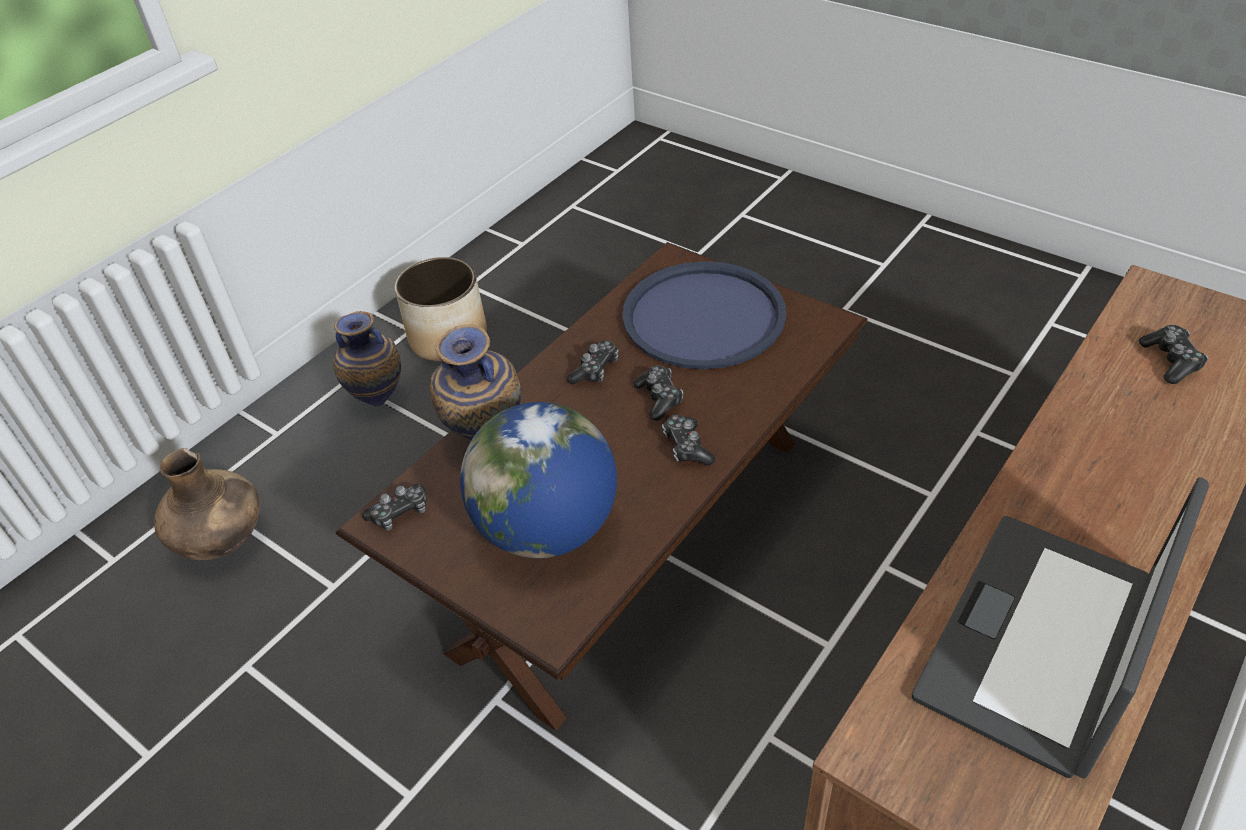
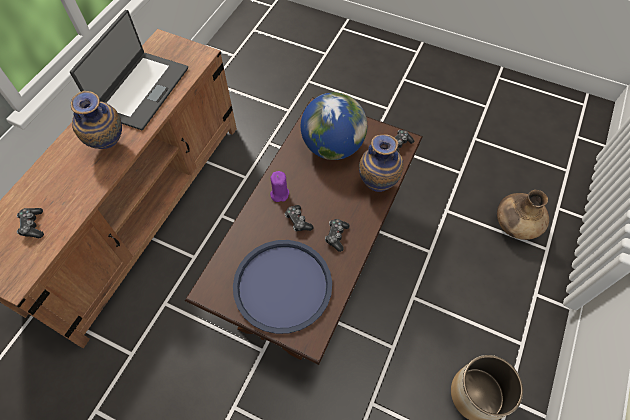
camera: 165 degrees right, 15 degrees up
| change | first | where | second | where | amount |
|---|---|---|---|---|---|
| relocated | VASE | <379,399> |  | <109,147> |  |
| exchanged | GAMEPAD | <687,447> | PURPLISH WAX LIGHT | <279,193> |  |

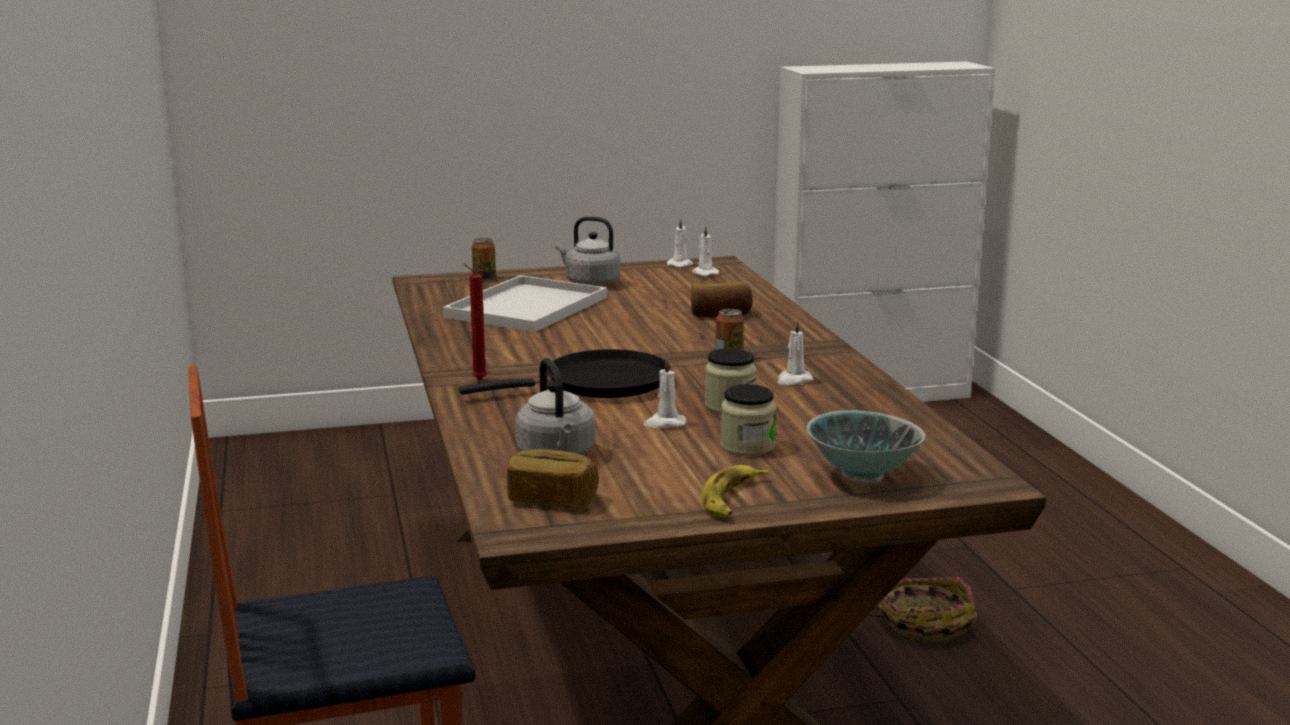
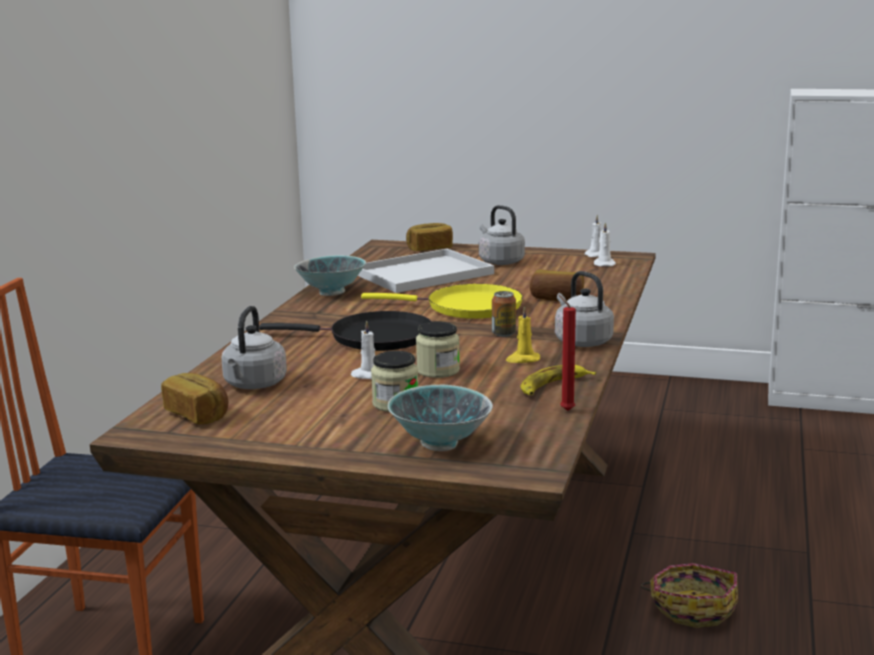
camera: 30 degrees right, 0 degrees up
| change | first | where | second | where | amount |
|---|---|---|---|---|---|
| exchanged | SEALED CAN | <484,279> | BAKED BREAD | <429,249> |  |
| relocated | RED-COLOURED WAX LIGHT | <477,379> |  | <565,410> |  |
| colour | WHITE WAX LIGHT | <793,380> | YELLOW WAX LIGHT | <522,359> |  |
| relocated | BANANA | <732,499> |  | <553,386> |  |
| appeared |  |  | BOWL | <332,293> |  |
| appeared |  |  | GRAY KETTLE | <581,341> |  |
| appeared |  |  | YELLOW SKILLET | <467,307> |  |

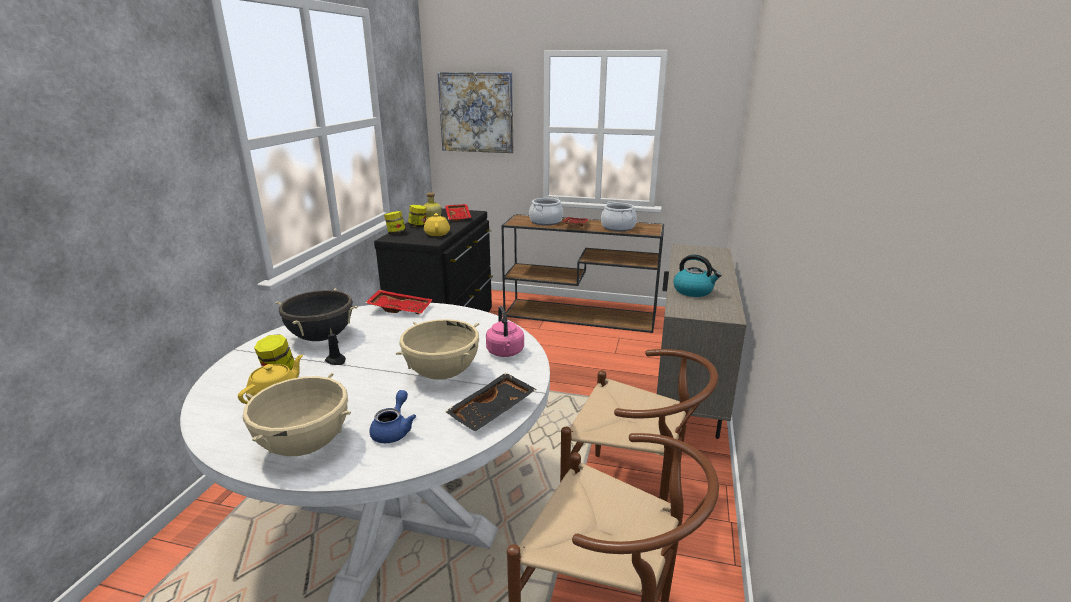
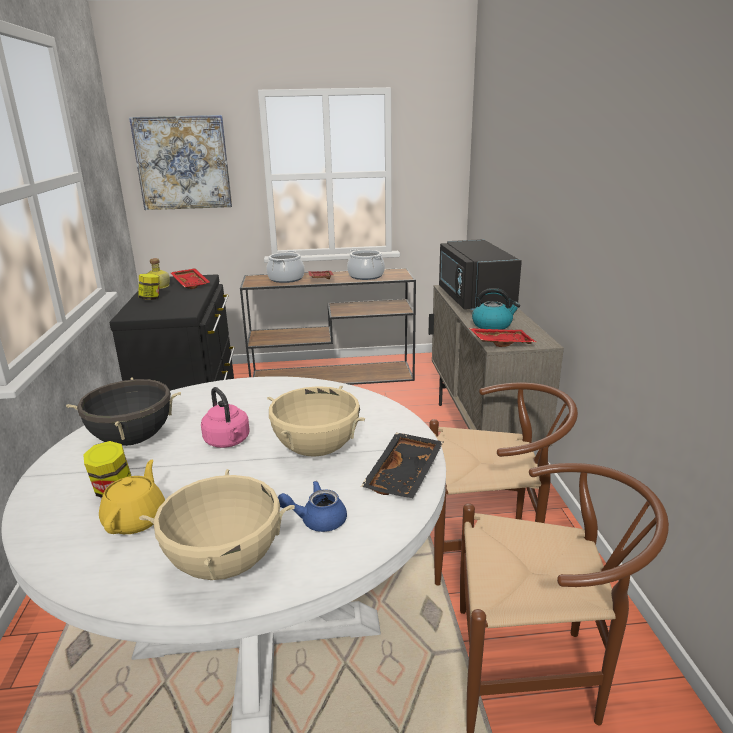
camera: 20 degrees left, 0 degrees up
| change | first | where | second | where | amount |
|---|---|---|---|---|---|
| missing | PRESERVE JAR | <396,233> |  |  |  |
| missing | YELLOW POT FOR TEA | <437,233> |  |  |  |
| relocated | RED-COLOURED TRAY | <400,308> |  | <501,343> |  |
| relocated | PINK-COLOURED KETTLE | <505,353> |  | <228,442> |  |
| missing | BLACK WAX LIGHT | <336,361> |  |  |  |
| spun | BLUE-COLOURED POT FOR TEA | <394,430> |  | <316,520> | 90 degrees counterclockwise |
| appeared |  |  | BLACK MICROWAVE | <473,300> |  |

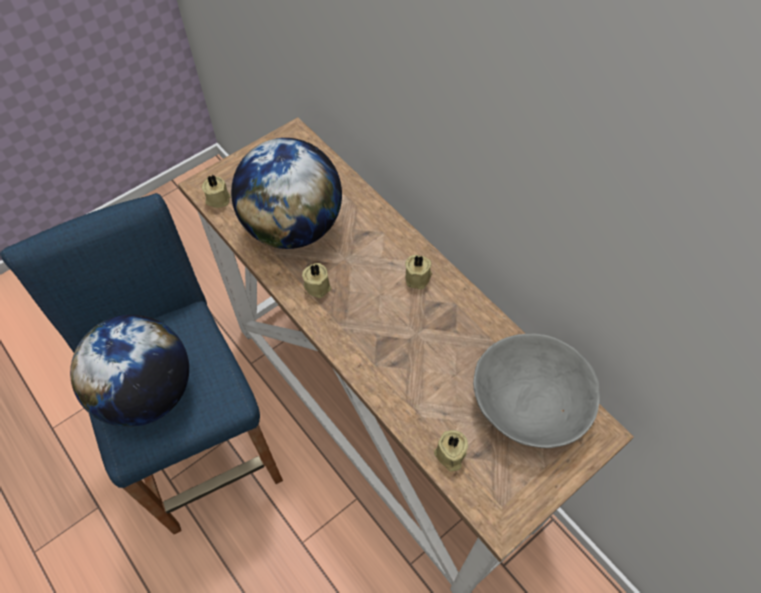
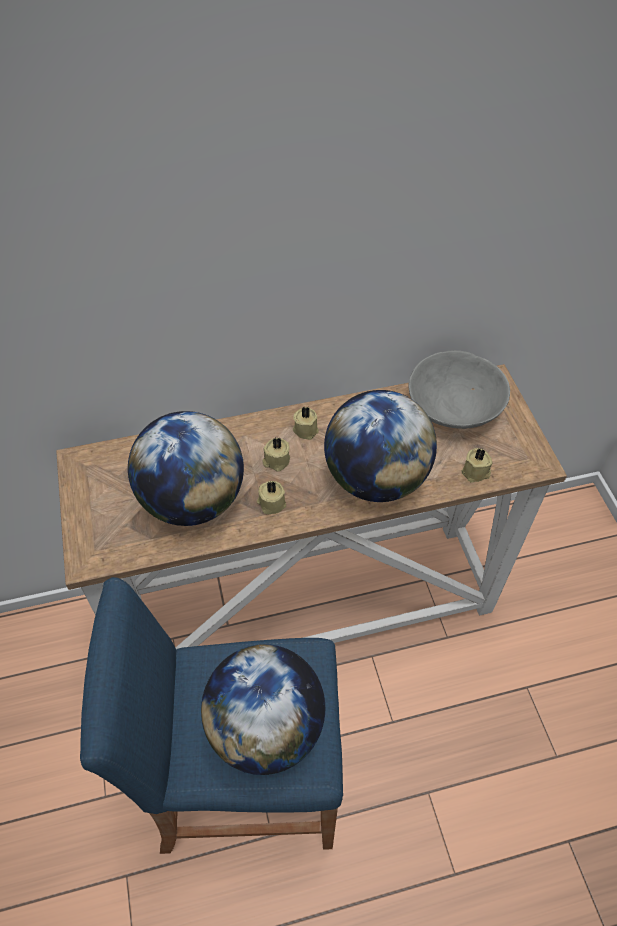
camera: 65 degrees left, 5 degrees down
| change | first | where | second | where | amount |
|---|---|---|---|---|---|
| relocated | BEIGE-COLOURED WAX LIGHT | <217,198> |  | <276,461> |  |
| appeared |  |  | GLOBE | <375,478> |  |

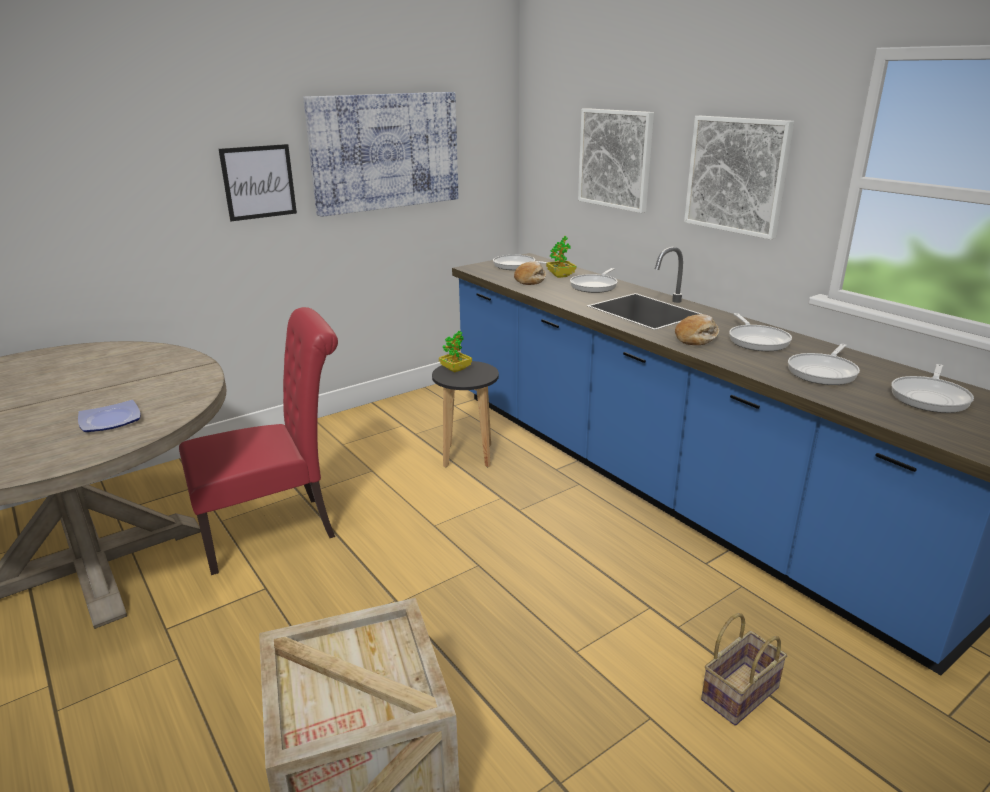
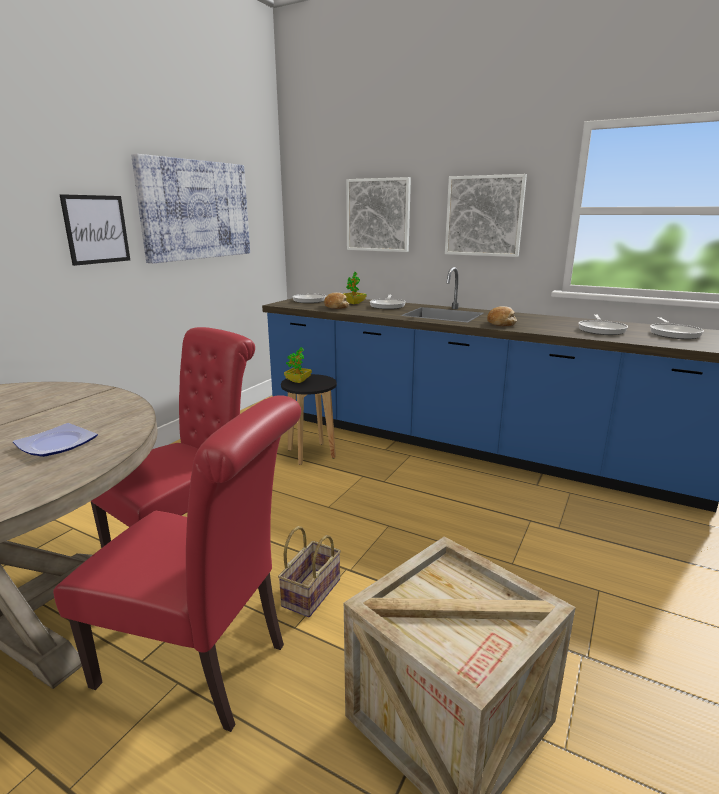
camera: 25 degrees left, 5 degrees down
| change | first | where | second | where | amount |
|---|---|---|---|---|---|
| missing | SKILLET | <757,340> |  |  |  |
| relocated | BASKET | <739,691> |  | <311,591> |  |
| appeared |  |  | RED-COLOURED PLAIN CHAIR | <202,666> |  |

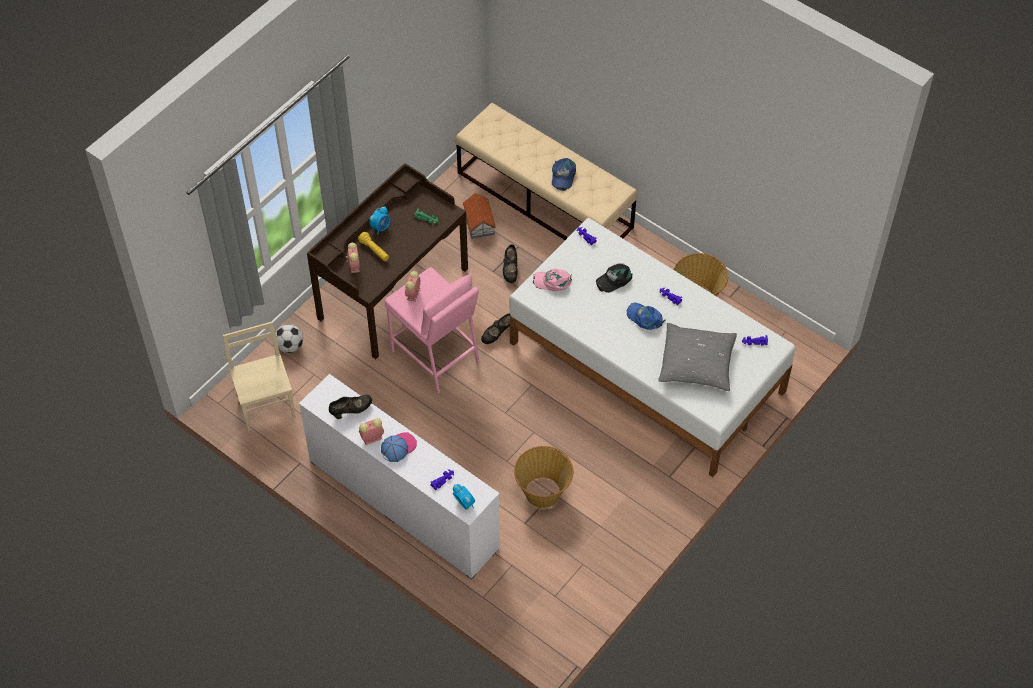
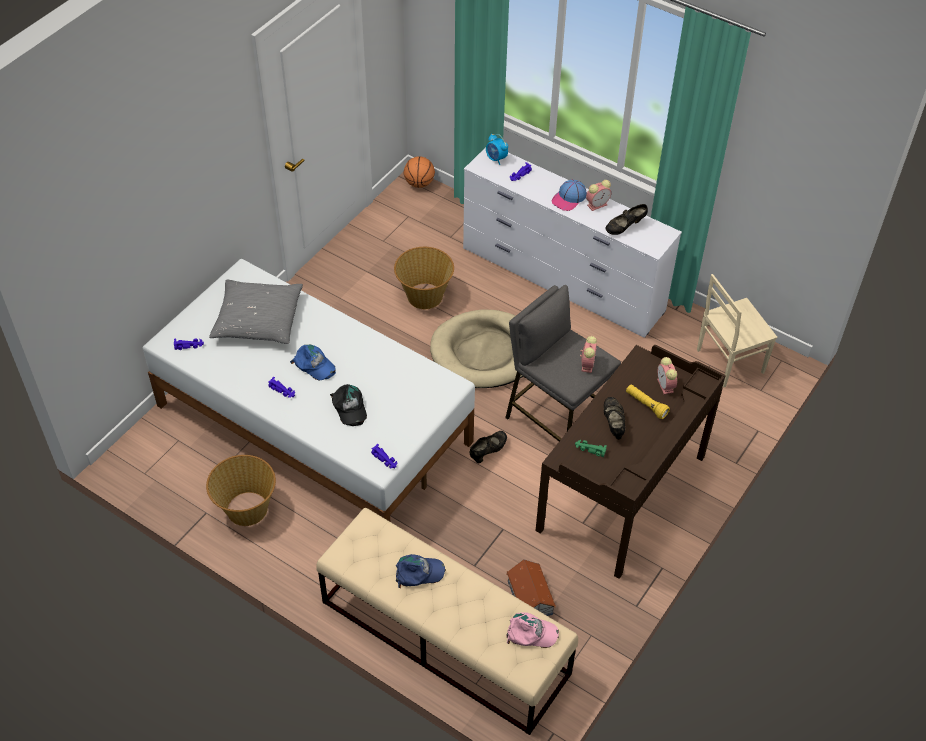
camera: 175 degrees right, 5 degrees down
| change | first | where | second | where | amount |
|---|---|---|---|---|---|
| spun | BLUE-COLOURED PEAKED CAP | <563,176> |  | <419,573> | 75 degrees clockwise |
| missing | TABLE CLOCK | <381,227> |  |  |  |
| relocated | BLACK ITEM OF FOOTWEAR | <510,270> |  | <613,423> |  |
| spun | BLACK PEAKED CAP | <614,279> |  | <349,407> | 105 degrees clockwise |
| colour | PINK-COLOURED STOOL | <435,357> | GRAY STOOL | <556,421> |  |
| relocated | PINK-COLOURED PEAKED CAP | <552,281> |  | <531,633> |  |
| spun | BEIGE-COLOURED PLAIN CHAIR | <267,405> |  | <728,361> | 90 degrees clockwise |
| missing | FOOTBALL | <290,346> |  |  |  |
| appeared |  |  | BASKETBALL BALL | <419,183> |  |
| appeared |  |  | BEIGE-COLOURED DOG CUSHION | <485,352> |  |

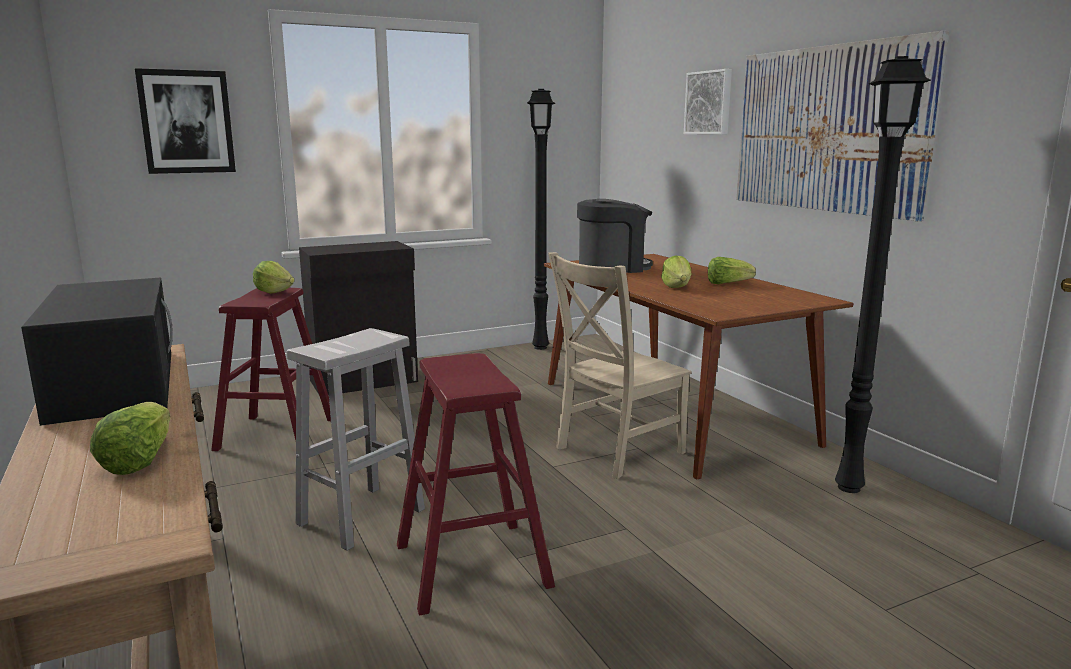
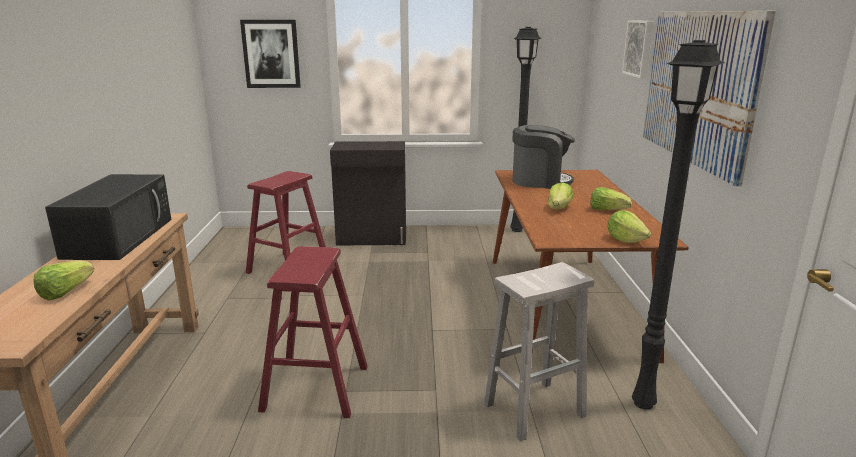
camera: 25 degrees right, 5 degrees up
| change | first | where | second | where | amount |
|---|---|---|---|---|---|
| missing | BEIGE-COLOURED PLAIN CHAIR | <615,451> |  |  |  |
| relocated | LETTUCE | <274,292> |  | <625,240> |  |
| relocated | WHITE STOOL | <362,516> |  | <535,409> |  |

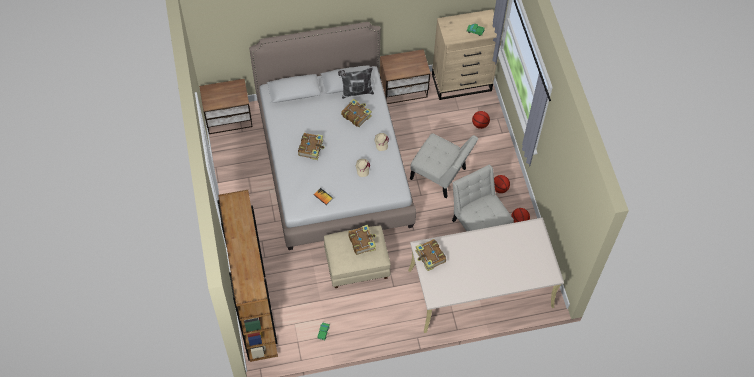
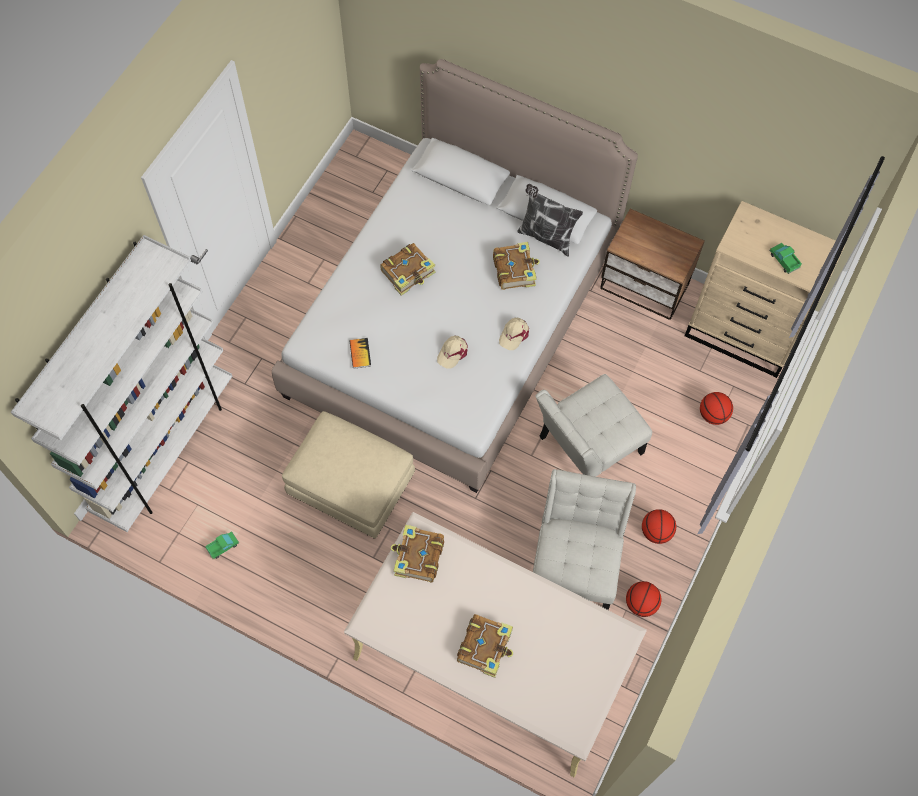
camera: 40 degrees right, 5 degrees up
| change | first | where | second | where | amount |
|---|---|---|---|---|---|
| missing | NIGHTSTAND | <229,120> |  |  |  |
| spun | WHITE PLAIN CHAIR | <440,175> |  | <586,448> | 75 degrees clockwise |
| colour | BROWNISH SHELVING UNIT | <255,311> | WHITE SHELVING UNIT | <165,448> |  |
| relocated | VOLUME | <362,242> |  | <485,646> |  |

